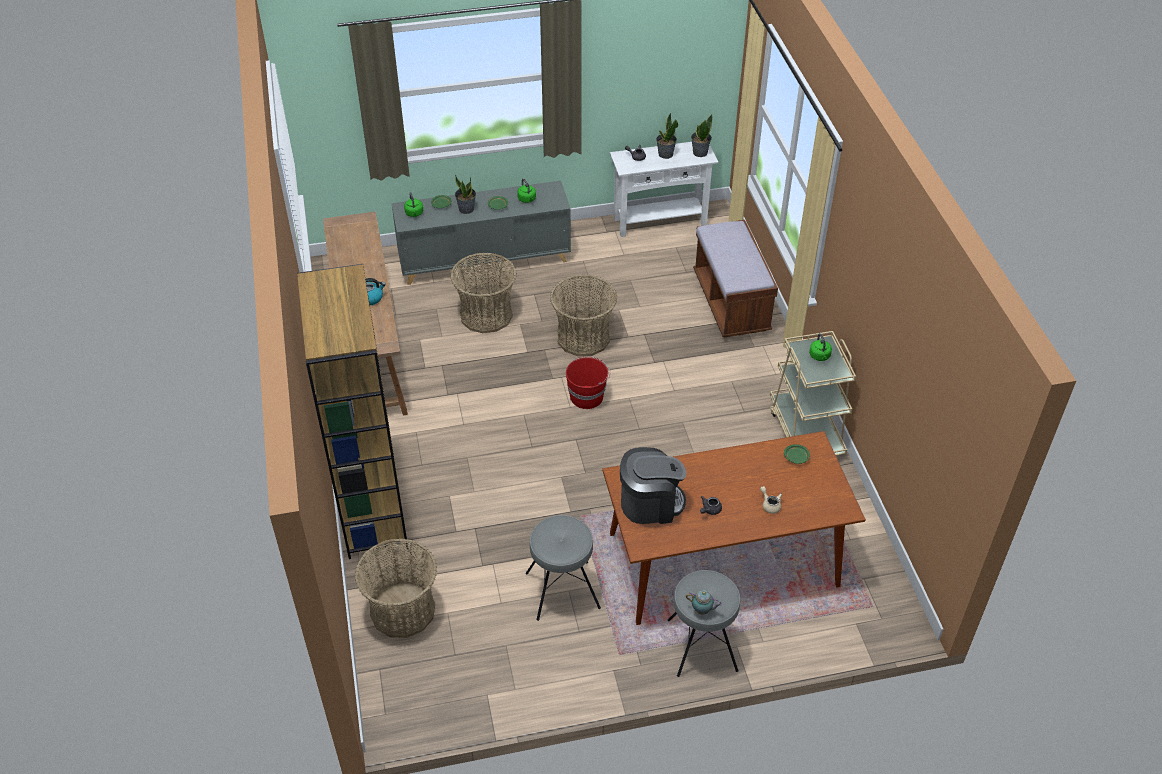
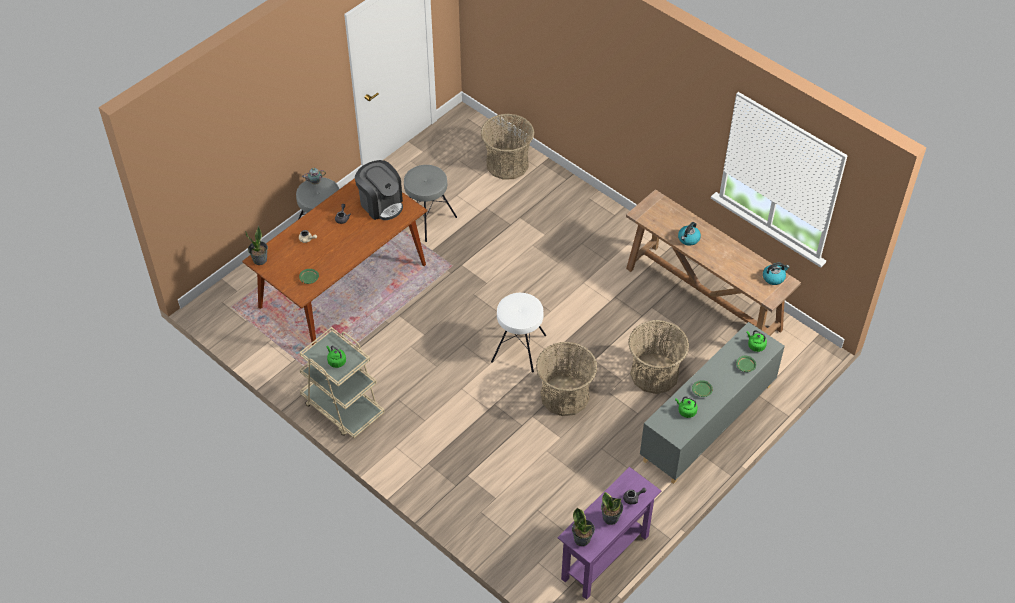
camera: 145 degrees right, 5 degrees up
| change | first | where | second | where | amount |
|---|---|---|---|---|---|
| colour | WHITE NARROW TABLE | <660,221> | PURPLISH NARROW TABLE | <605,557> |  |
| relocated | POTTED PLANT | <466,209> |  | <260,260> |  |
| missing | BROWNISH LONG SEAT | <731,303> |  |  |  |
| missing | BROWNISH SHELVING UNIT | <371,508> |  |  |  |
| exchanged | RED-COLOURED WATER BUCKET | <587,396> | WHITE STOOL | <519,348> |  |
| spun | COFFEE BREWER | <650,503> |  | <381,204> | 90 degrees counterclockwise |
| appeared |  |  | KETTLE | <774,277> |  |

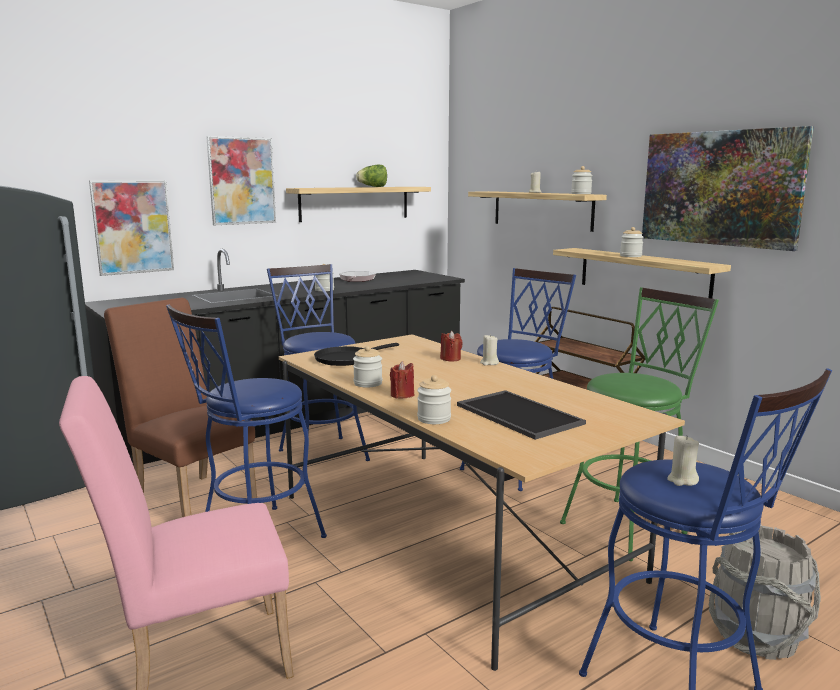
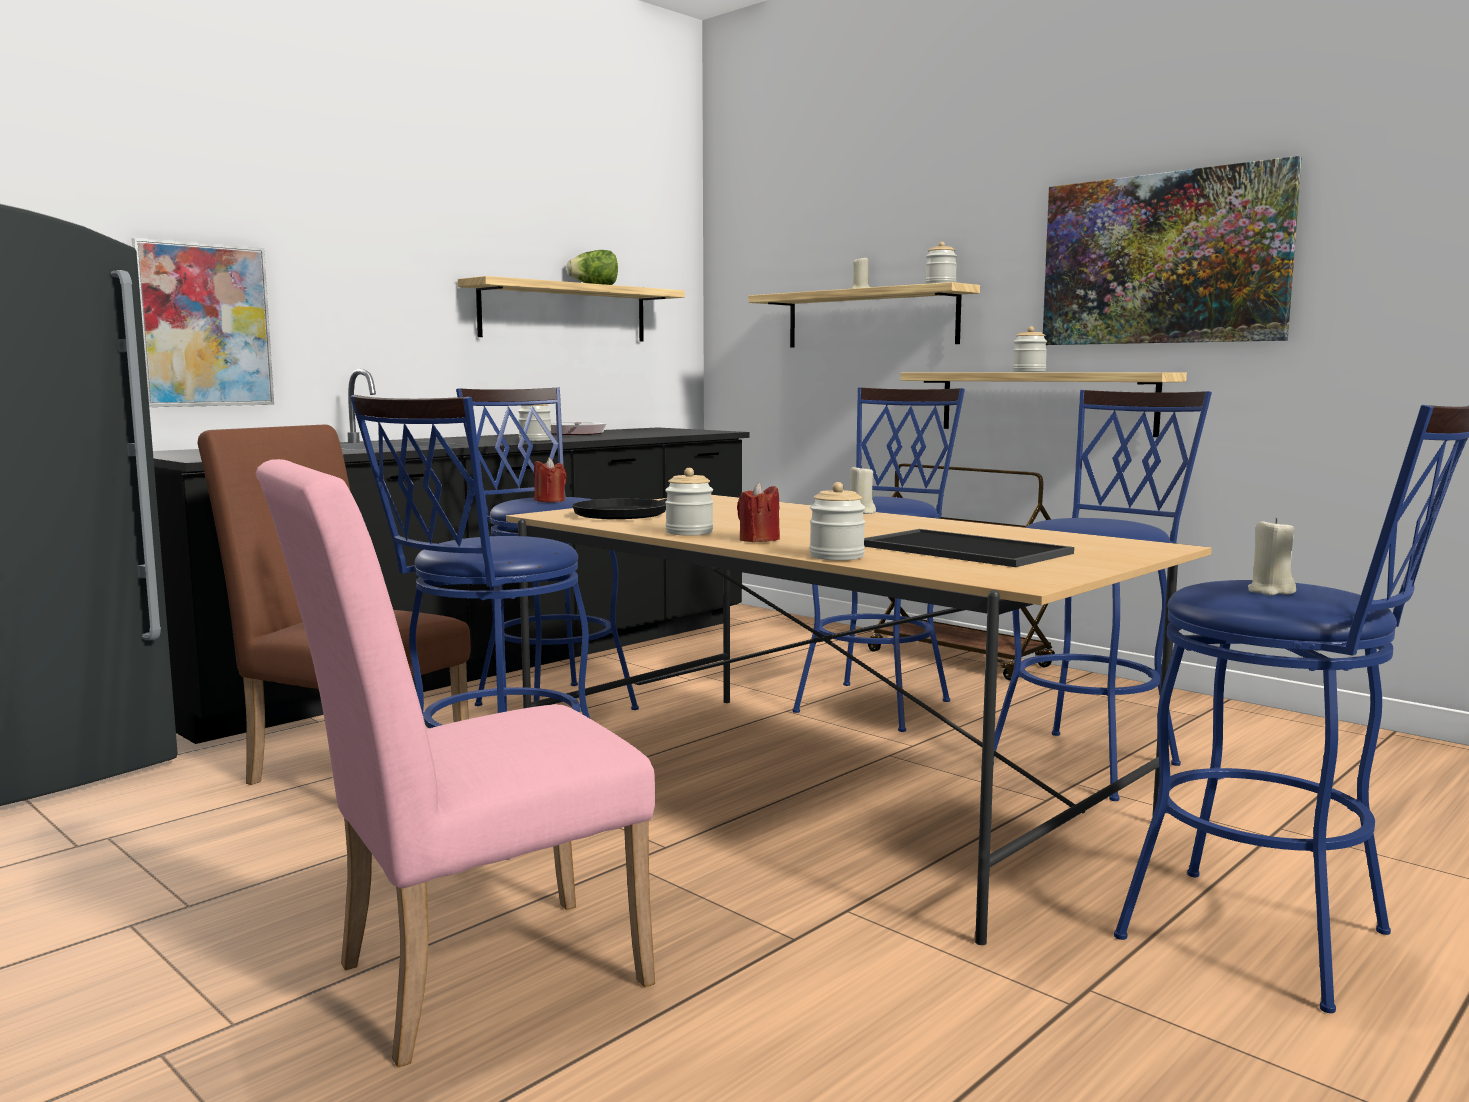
camera: 10 degrees left, 5 degrees down
| change | first | where | second | where | amount |
|---|---|---|---|---|---|
| missing | WALL ART | <241,181> |  |  |  |
| colour | GREENISH STOOL | <629,525> | BLUE-COLOURED STOOL | <1091,760> |  |
| relocated | RED-COLOURED WAX LIGHT | <450,359> |  | <550,501> |  |
| missing | GRAY WATER BUCKET | <757,636> |  |  |  |

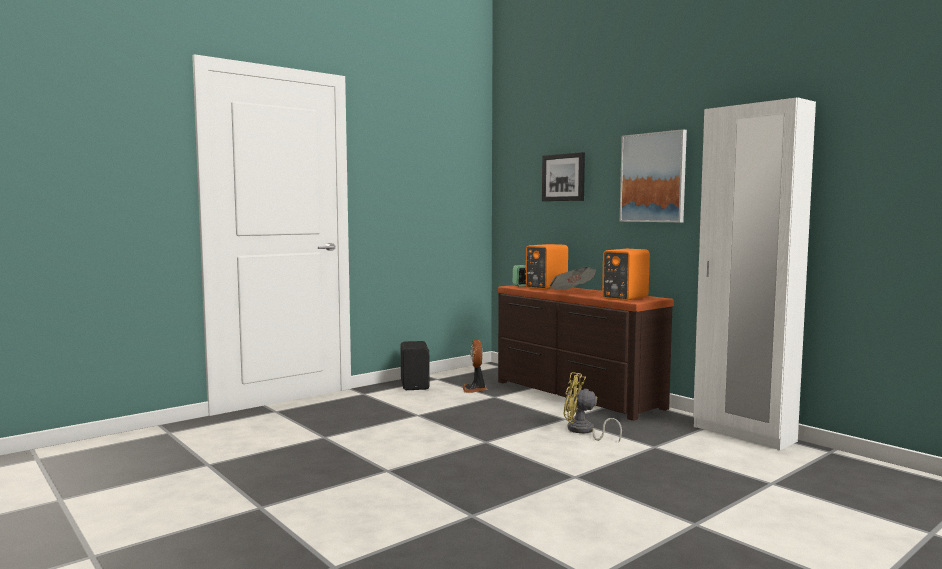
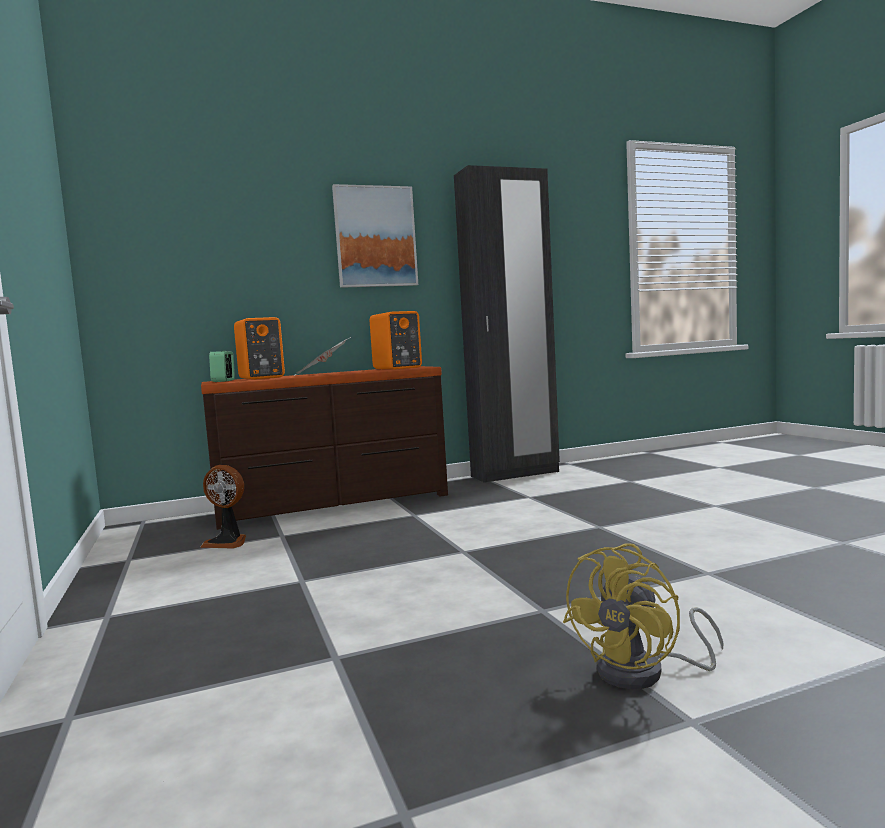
camera: 70 degrees left, 0 degrees up
| change | first | where | second | where | amount |
|---|---|---|---|---|---|
| colour | WHITE ARMOIRE | <743,434> | BLACK ARMOIRE | <515,474> |  |
| missing | WALL ART | <564,177> |  |  |  |
| missing | BLACK SPEAKER | <416,385> |  |  |  |
| relocated | YELLOW FAN | <584,431> |  | <644,673> |  |

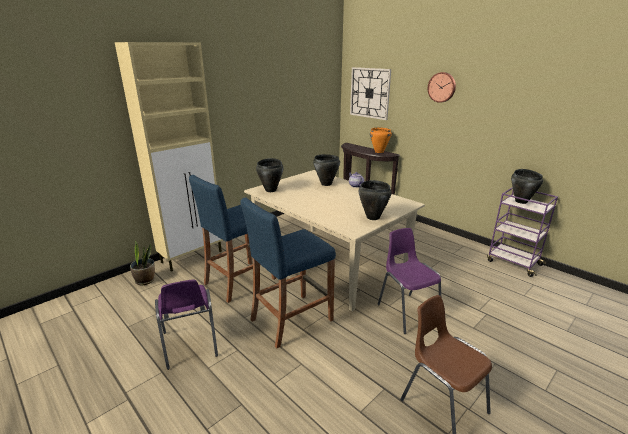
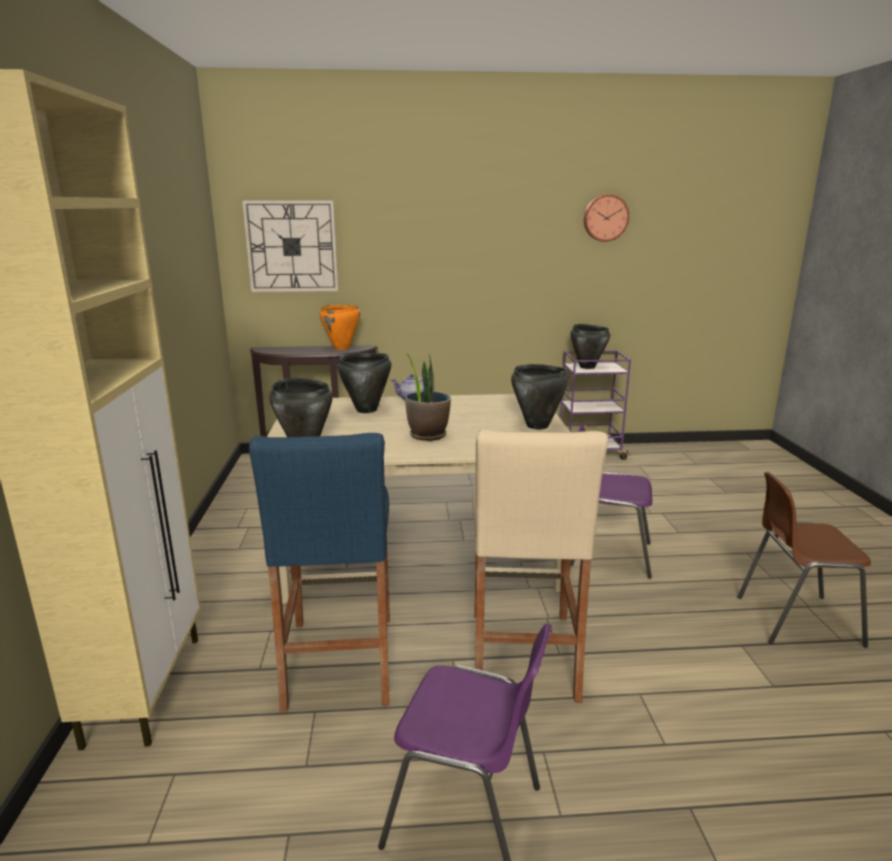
camera: 50 degrees left, 5 degrees down
| change | first | where | second | where | amount |
|---|---|---|---|---|---|
| relocated | WALL CLOCK | <442,87> |  | <605,218> |  |
| colour | BLUE-COLOURED STOOL | <291,319> | BEIGE-COLOURED STOOL | <522,653> |  |
| relocated | POTTED PLANT | <145,280> |  | <427,435> |  |

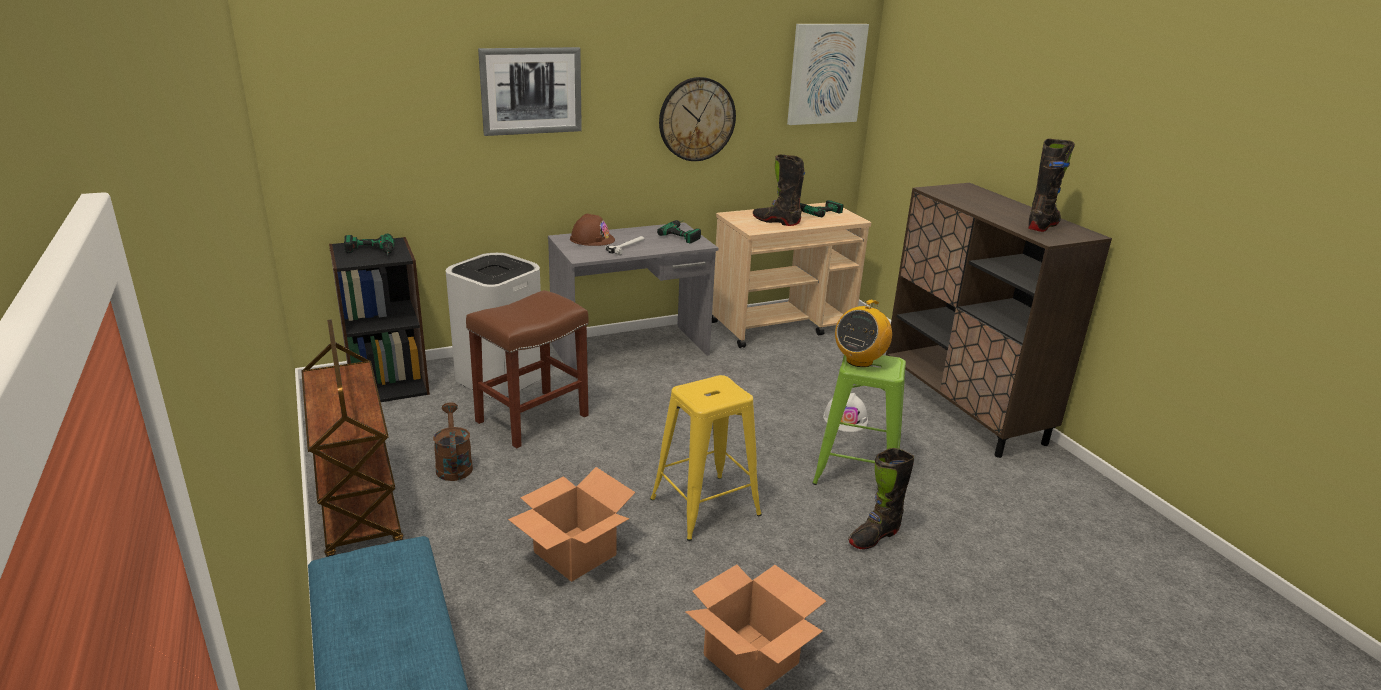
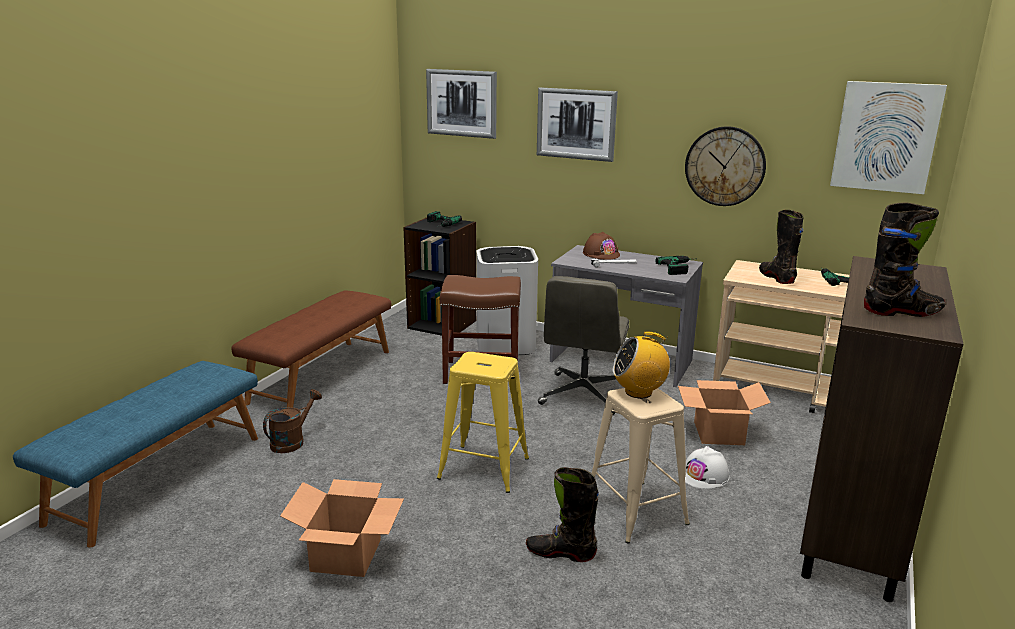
camera: 50 degrees right, 5 degrees down
| change | first | where | second | where | amount |
|---|---|---|---|---|---|
| exchanged | BROWNISH WHEELED CART | <358,511> | BROWNISH LONG SEAT | <321,375> |  |
| colour | GREENISH STOOL | <855,472> | BEIGE-COLOURED STOOL | <635,510> |  |
| relocated | BROWNISH WATERING POT | <453,465> |  | <292,441> |  |
| relocated | PACKING BOX | <576,554> |  | <719,433> |  |
| appeared |  |  | WALL ART | <461,103> |  |
| appeared |  |  | GRAY COMPUTER CHAIR | <583,394> |  |

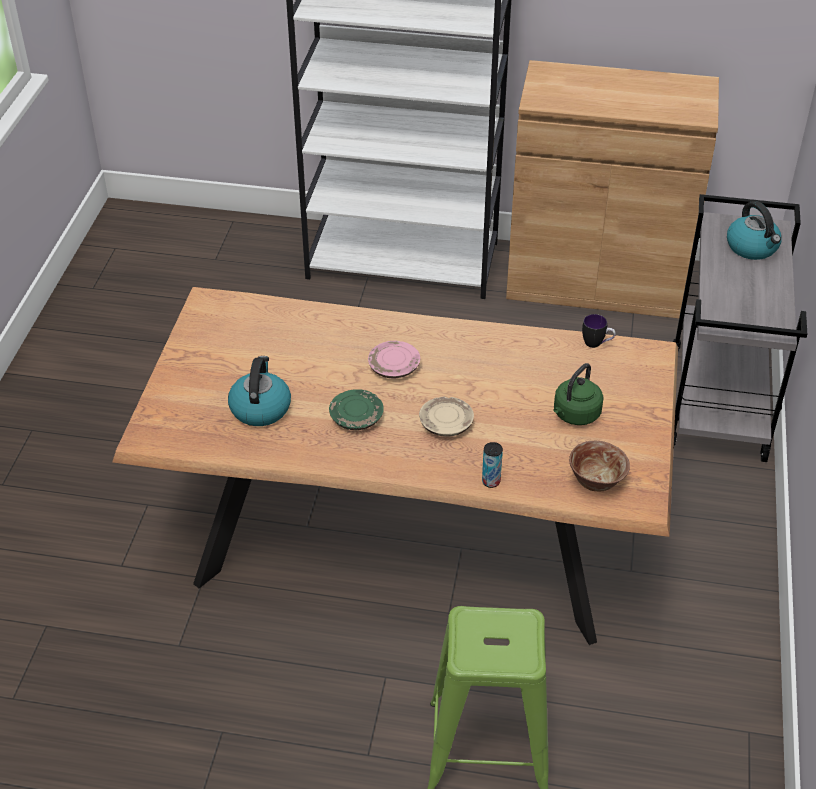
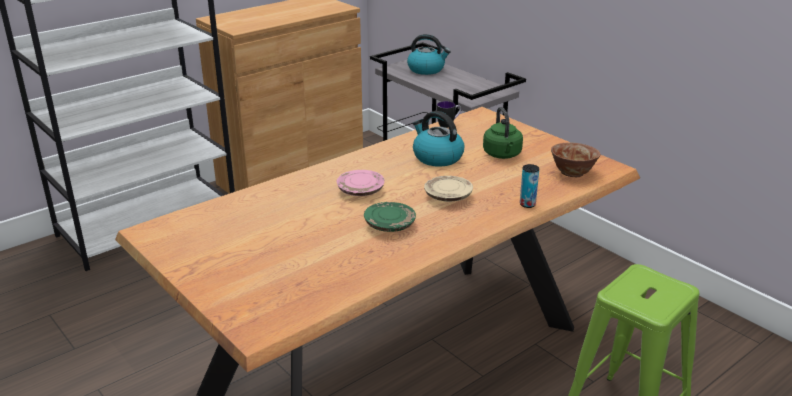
camera: 50 degrees left, 15 degrees down
| change | first | where | second | where | amount |
|---|---|---|---|---|---|
| relocated | KETTLE | <260,408> |  | <437,157> |  |

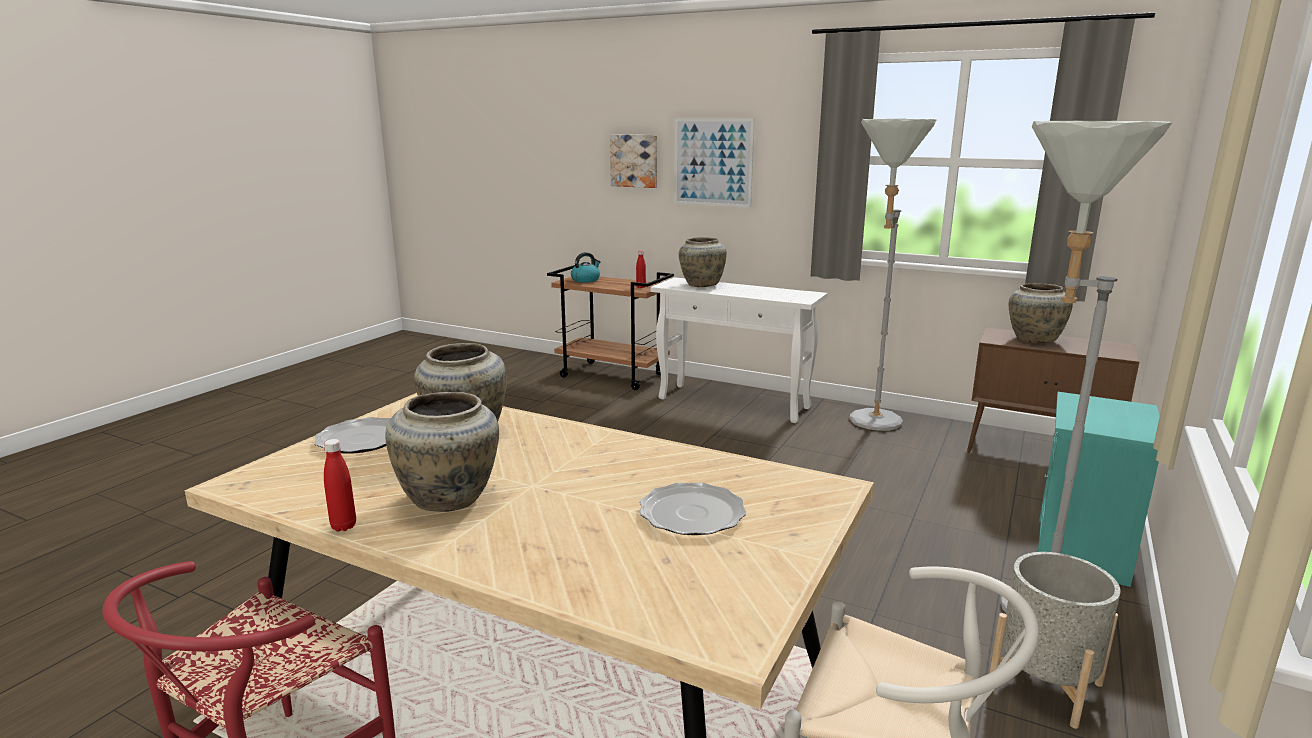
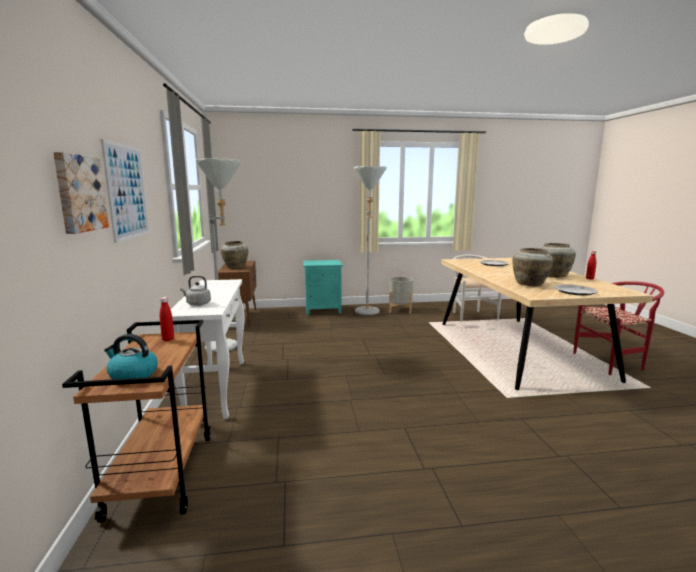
camera: 125 degrees left, 5 degrees down
| change | first | where | second | where | amount |
|---|---|---|---|---|---|
| exchanged | BEIGE-COLOURED VASE | <701,285> | GRAY KETTLE | <197,304> |  |

